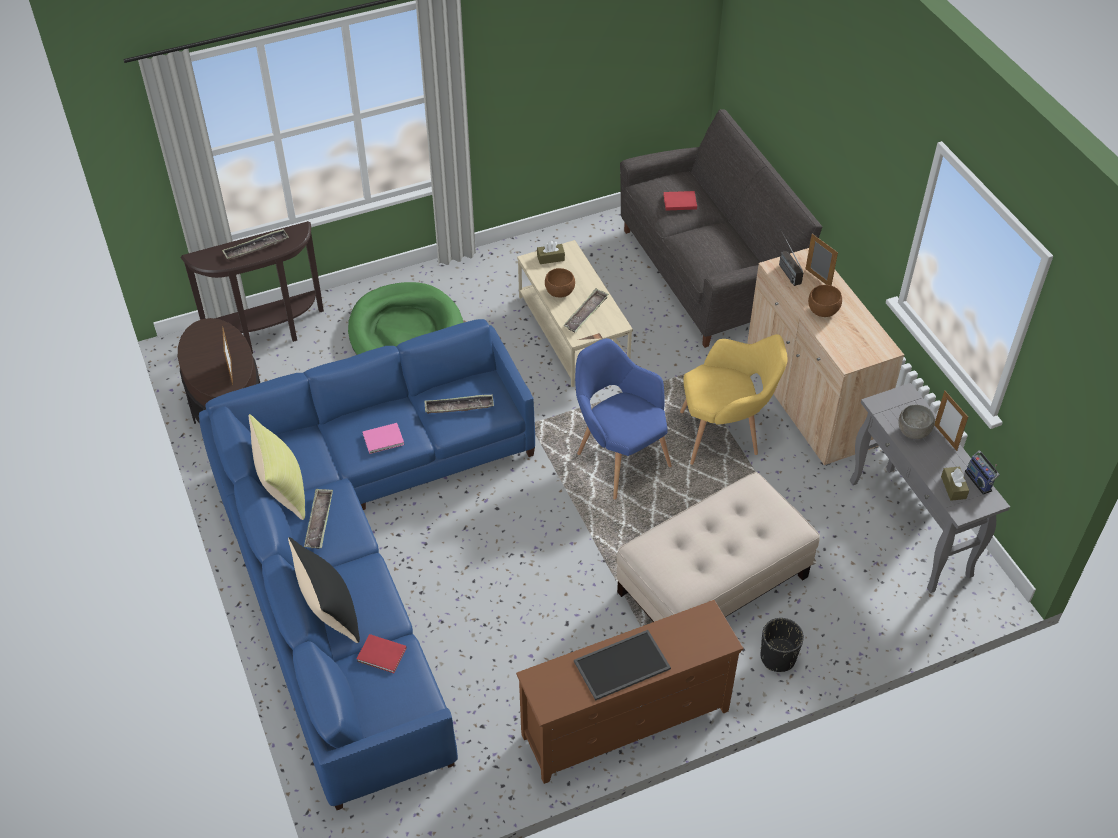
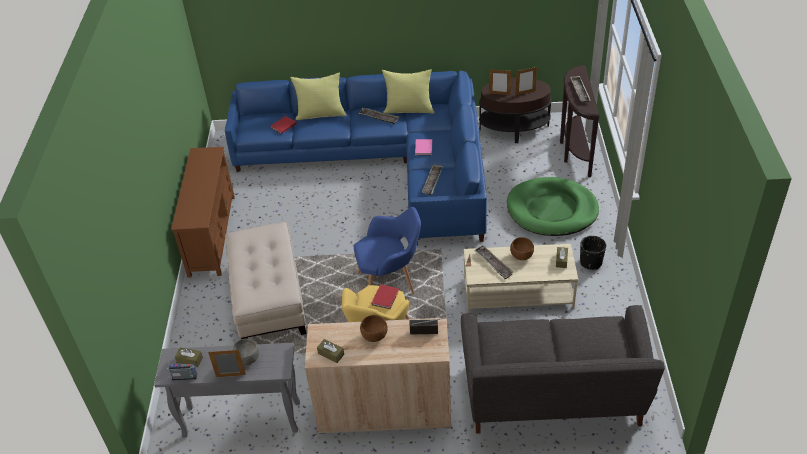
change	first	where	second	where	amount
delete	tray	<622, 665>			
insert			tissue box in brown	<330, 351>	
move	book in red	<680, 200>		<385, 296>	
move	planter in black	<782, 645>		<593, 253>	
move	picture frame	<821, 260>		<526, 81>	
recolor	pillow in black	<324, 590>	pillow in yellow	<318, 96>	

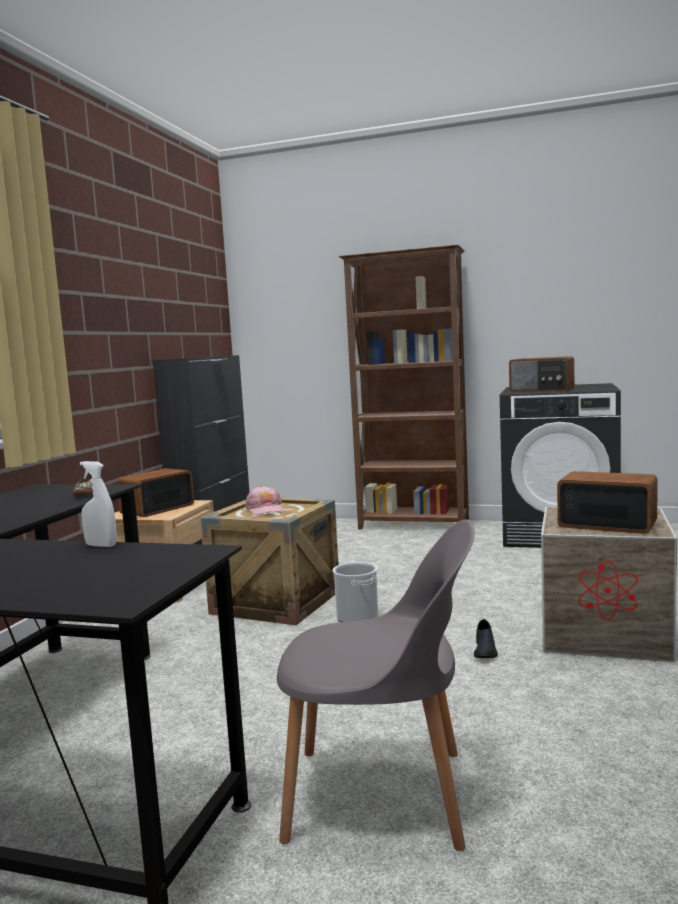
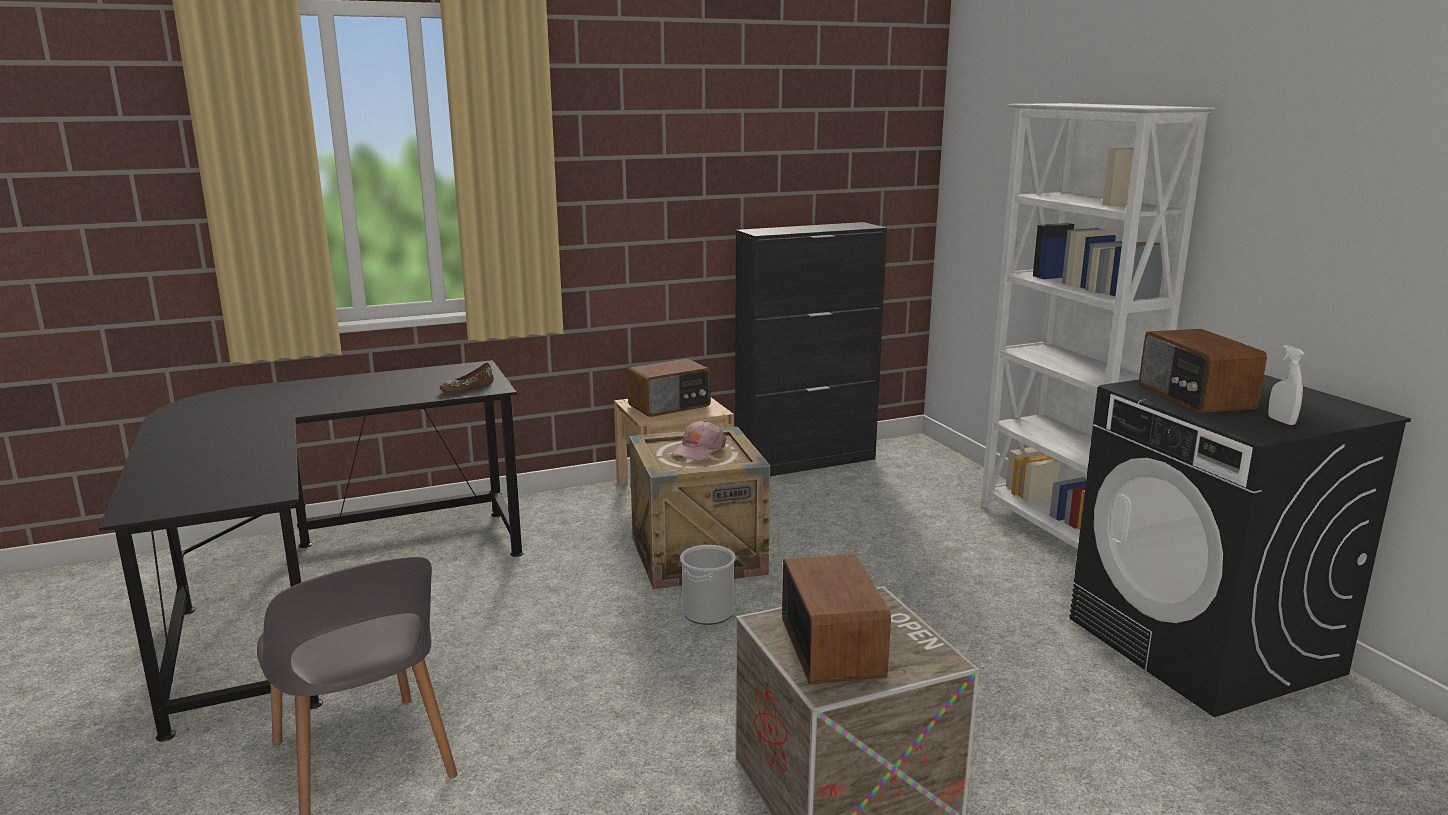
change	first	where	second	where	amount
delete	shoe in black	<486, 638>			
move	spray bottle in white	<98, 504>		<1286, 385>	
recolor	bookcase in brown	<404, 387>	bookcase in white	<1098, 326>	
rotate	radio	<155, 492>		<669, 388>	150 degrees clockwise

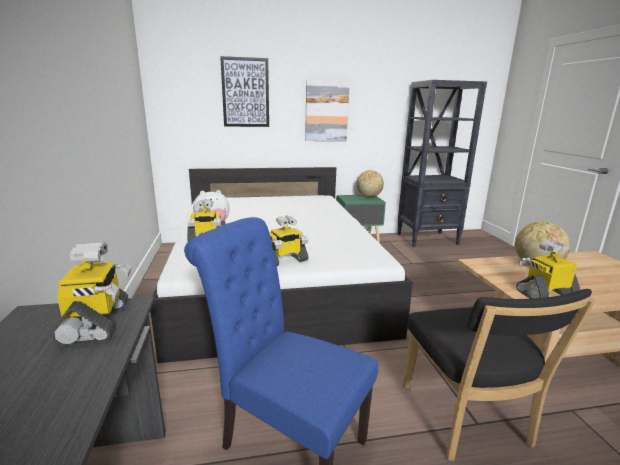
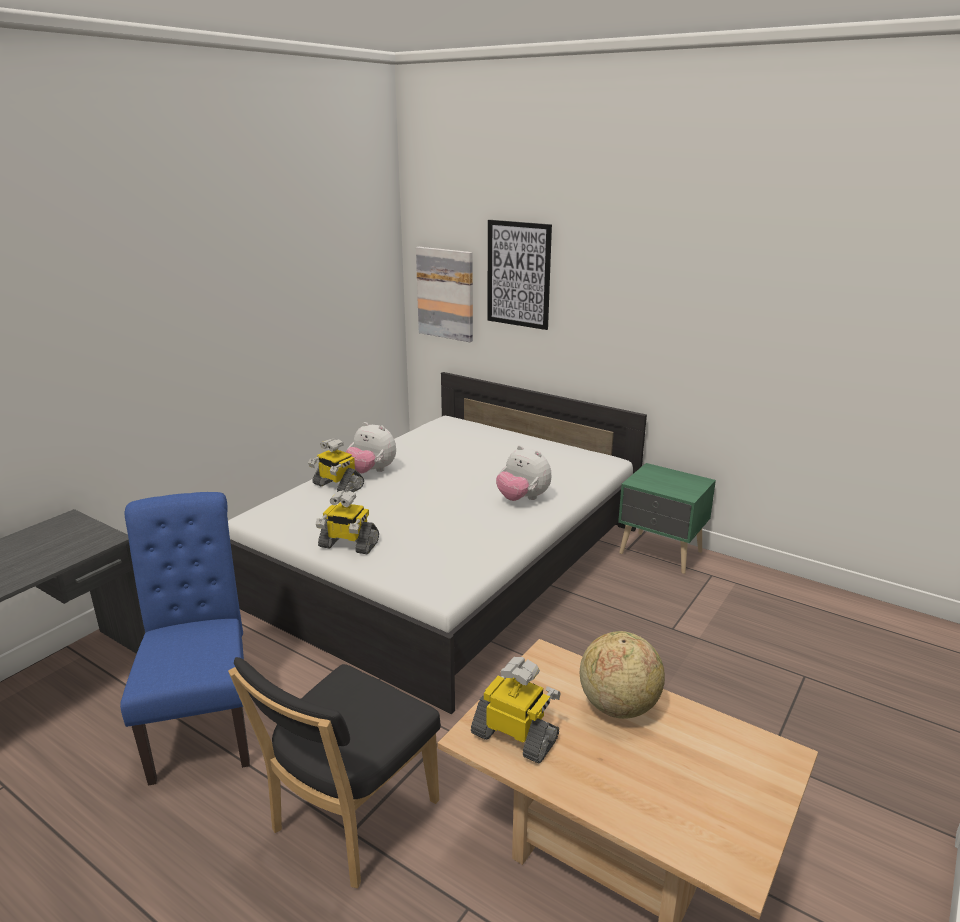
change	first	where	second	where	amount
delete	toy robot	<91, 294>			
delete	globe	<370, 183>			
delete	bookcase in black	<442, 163>			
insert			plush toy	<523, 473>	
move	picture	<327, 110>		<444, 294>	

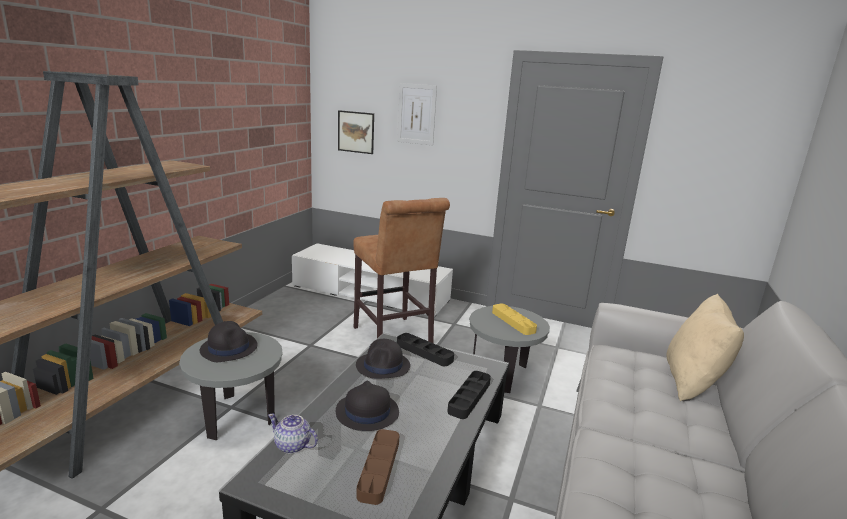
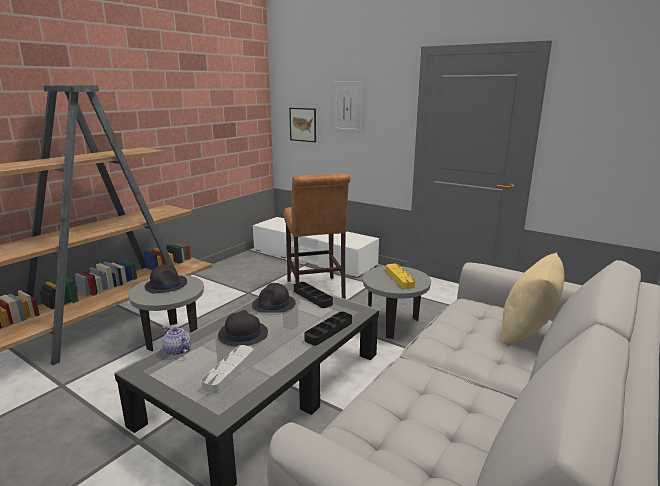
change	first	where	second	where	amount
recolor	tray in brown	<377, 467>	tray in grey	<227, 369>	

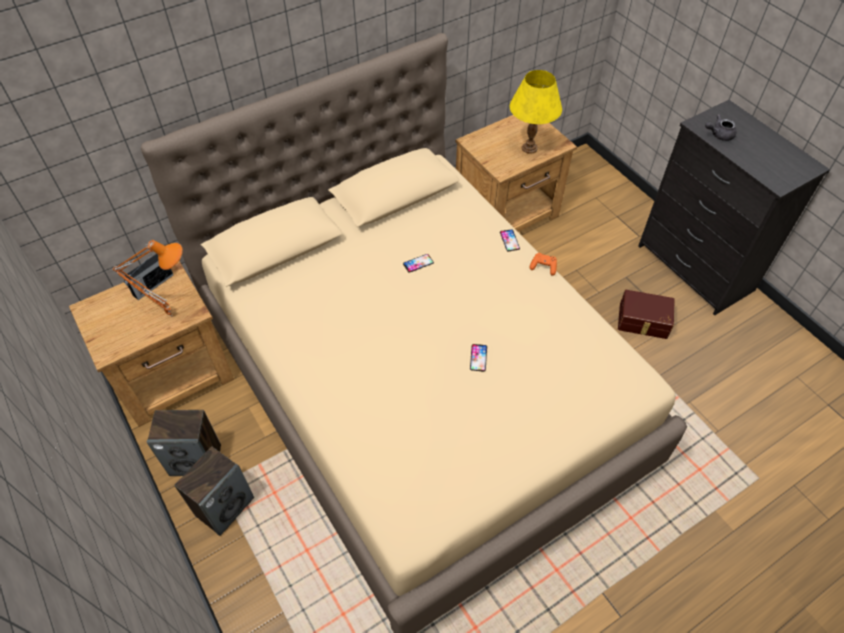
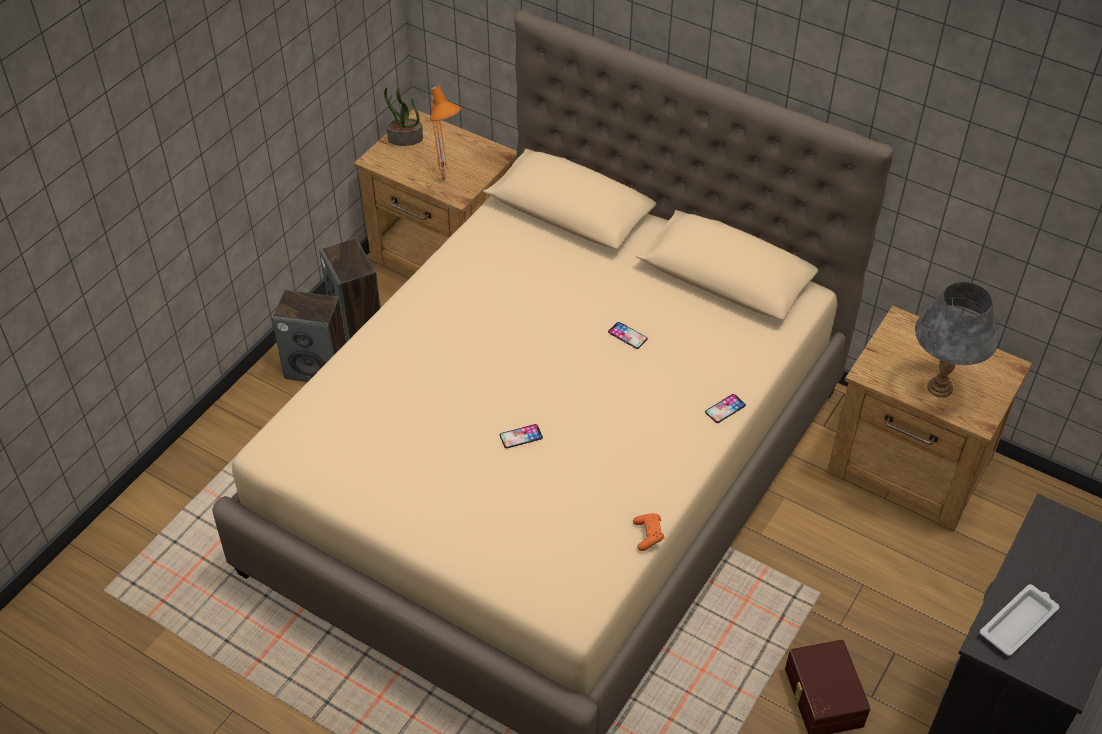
change	first	where	second	where	amount
delete	radio	<148, 276>			
delete	teapot in grey	<720, 127>			
insert			potted plant	<403, 116>	
insert			tray in white	<1019, 620>	
move	game controller in orange	<543, 264>		<649, 532>	
recolor	table lamp in yellow	<536, 112>	table lamp in grey	<957, 339>	

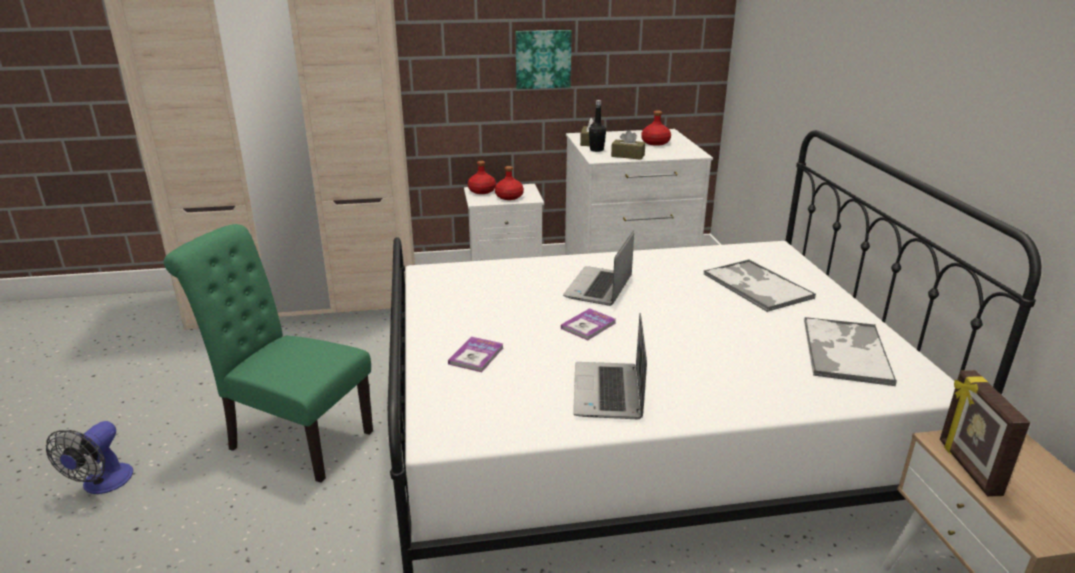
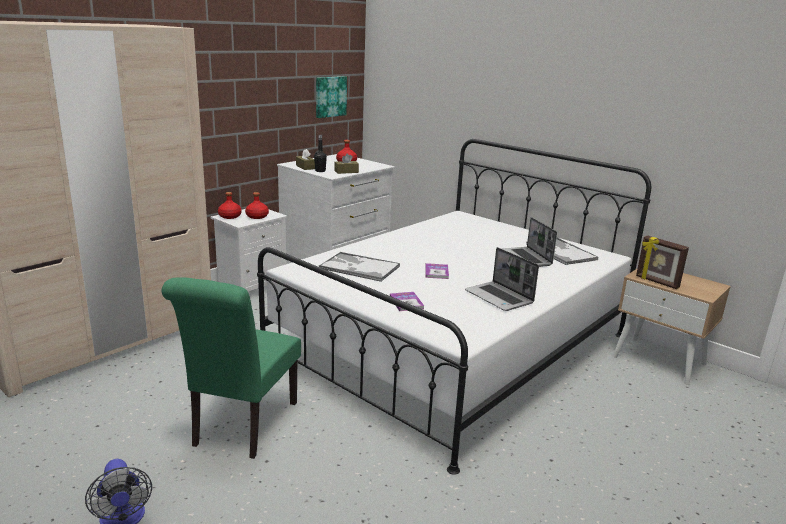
change	first	where	second	where	amount
move	picture	<544, 59>		<331, 97>	
move	laptop	<598, 268>		<530, 242>	
move	tray	<760, 285>		<359, 267>	
rotate	chair in green	<268, 353>		<231, 368>	60 degrees counterclockwise

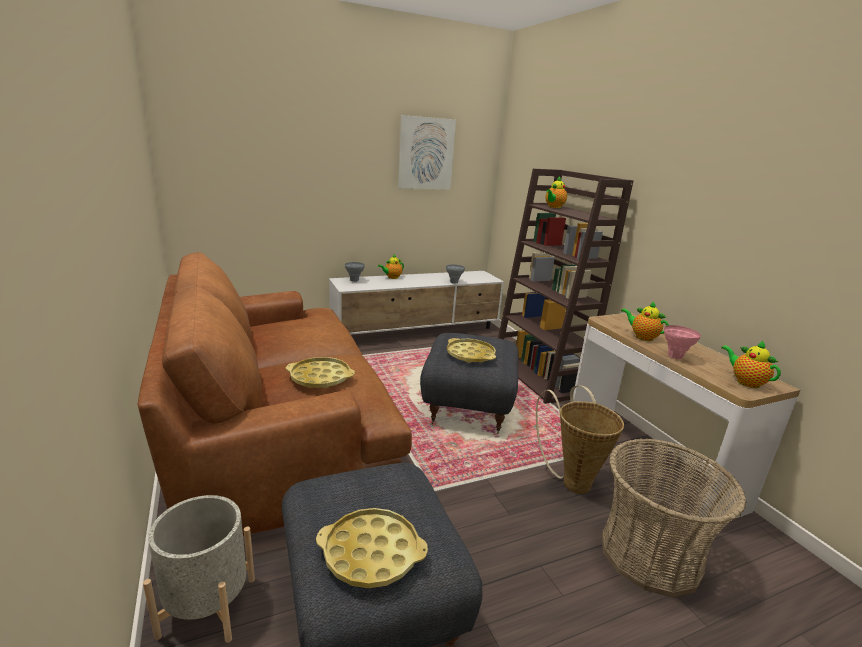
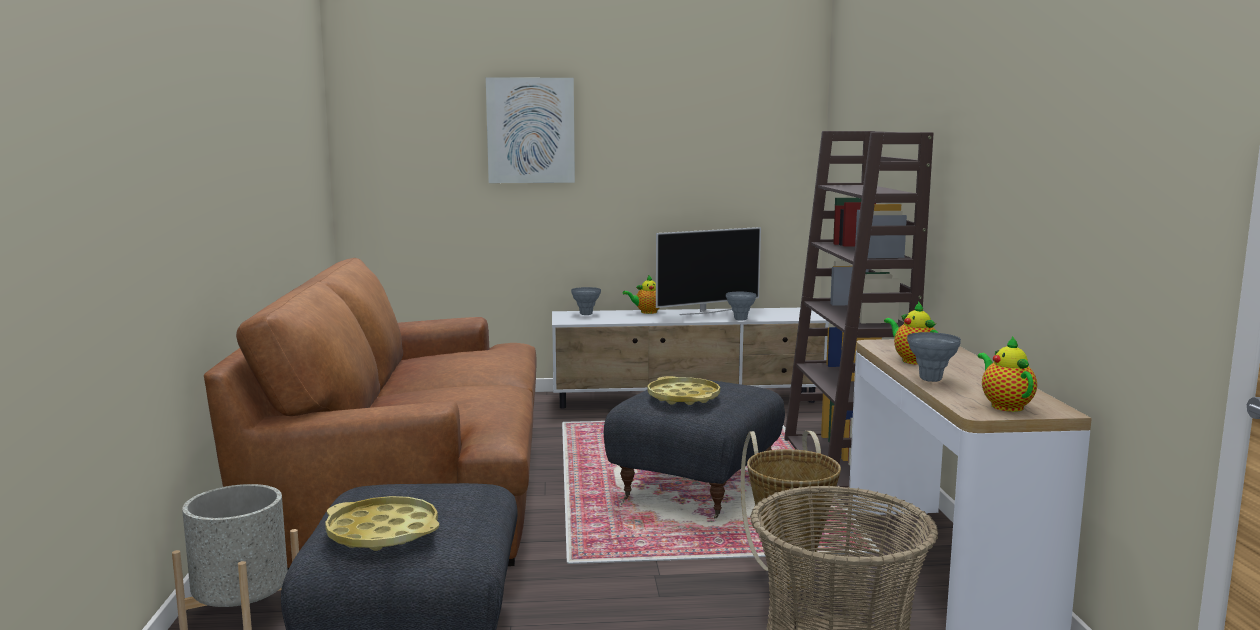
change	first	where	second	where	amount
delete	tray in yellow	<320, 372>			
delete	teapot	<556, 192>			
insert			television	<708, 271>	
move	picture	<427, 152>		<530, 130>	
recolor	vase in pink	<682, 342>	vase in grey	<934, 357>	

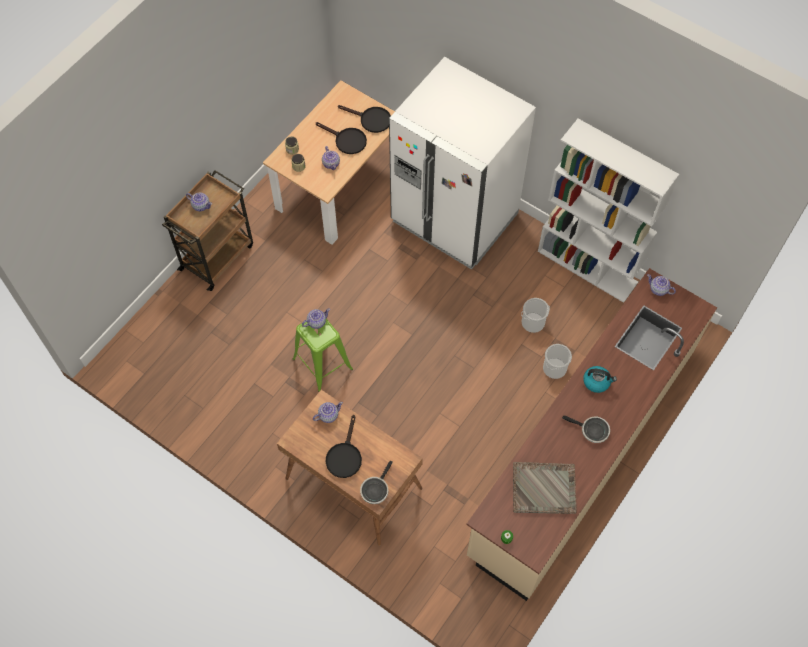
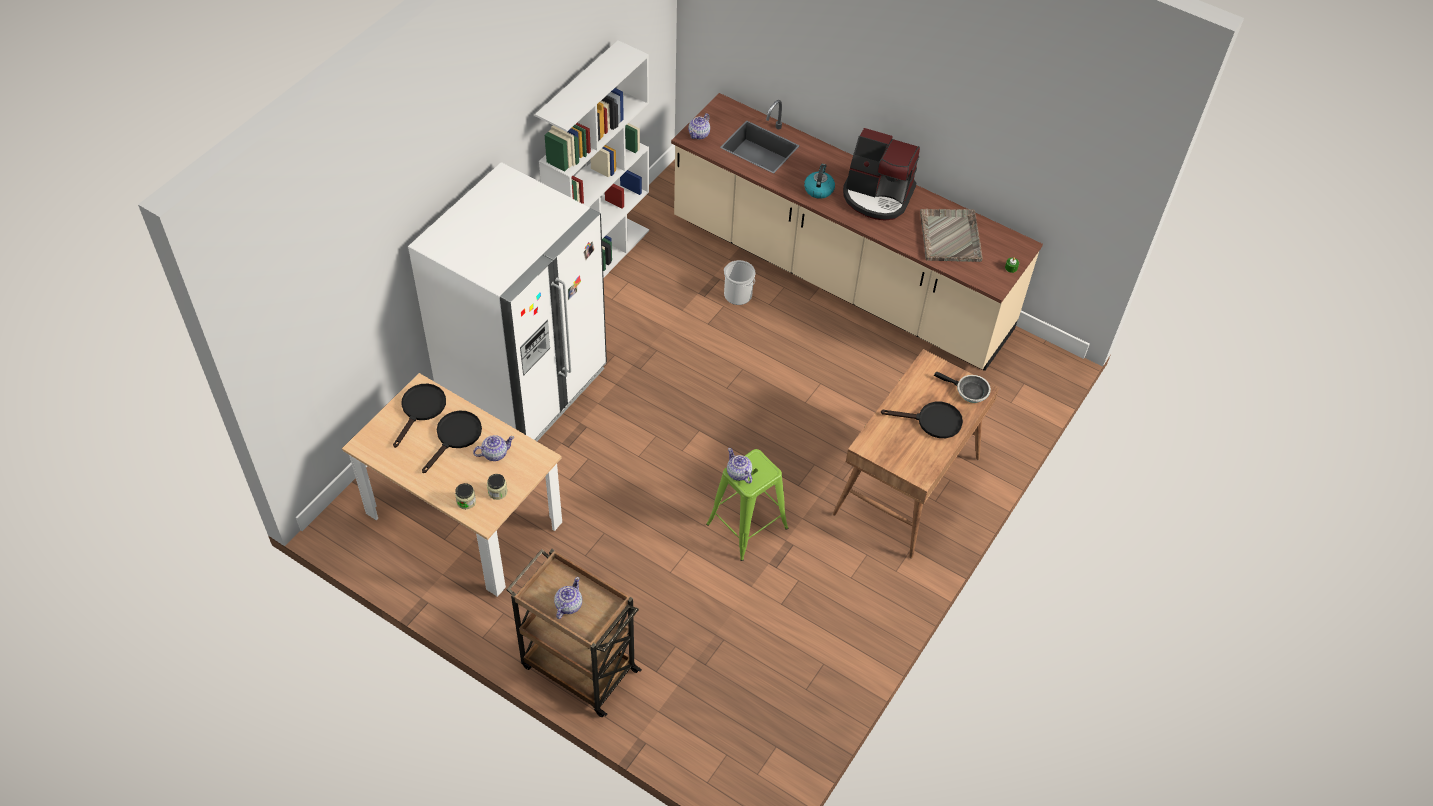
change	first	where	second	where	amount
delete	teapot	<328, 412>			
delete	bucket	<535, 315>			
replace	frying pan	<586, 429>	coffee machine	<881, 174>	

